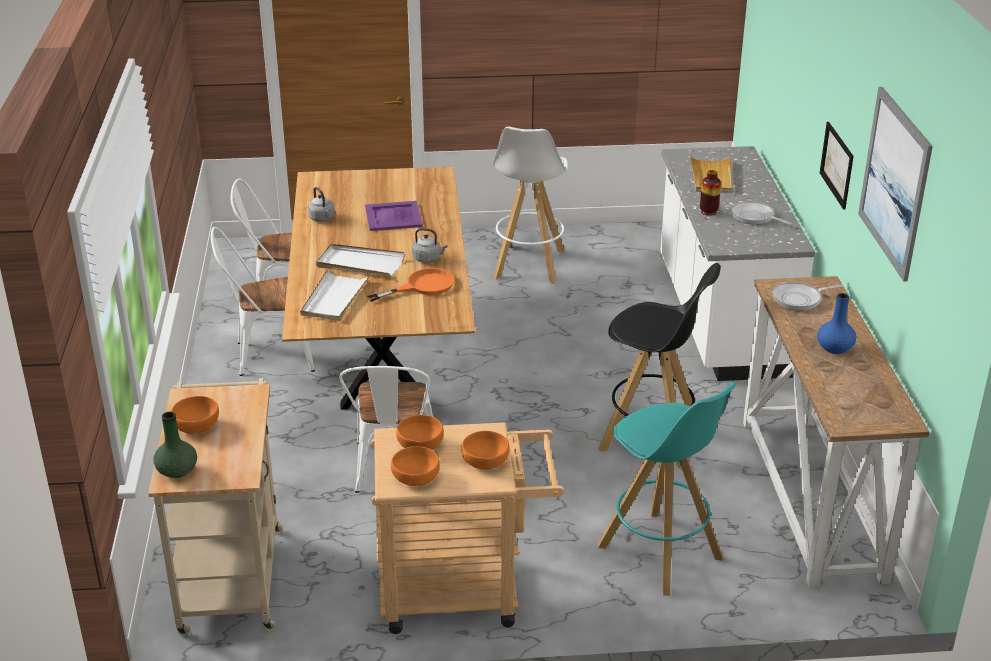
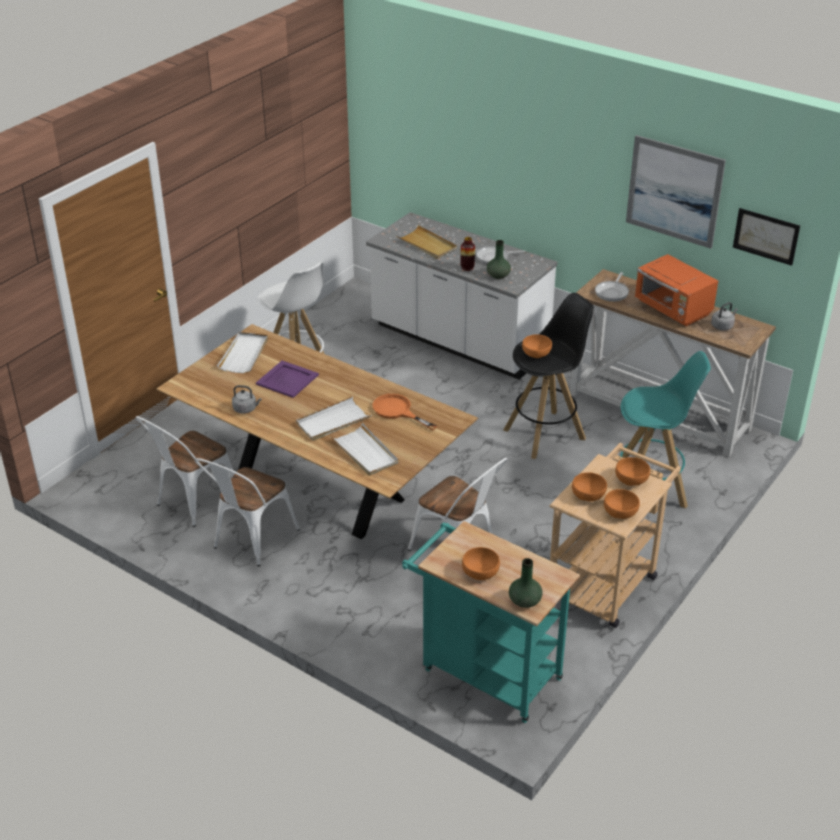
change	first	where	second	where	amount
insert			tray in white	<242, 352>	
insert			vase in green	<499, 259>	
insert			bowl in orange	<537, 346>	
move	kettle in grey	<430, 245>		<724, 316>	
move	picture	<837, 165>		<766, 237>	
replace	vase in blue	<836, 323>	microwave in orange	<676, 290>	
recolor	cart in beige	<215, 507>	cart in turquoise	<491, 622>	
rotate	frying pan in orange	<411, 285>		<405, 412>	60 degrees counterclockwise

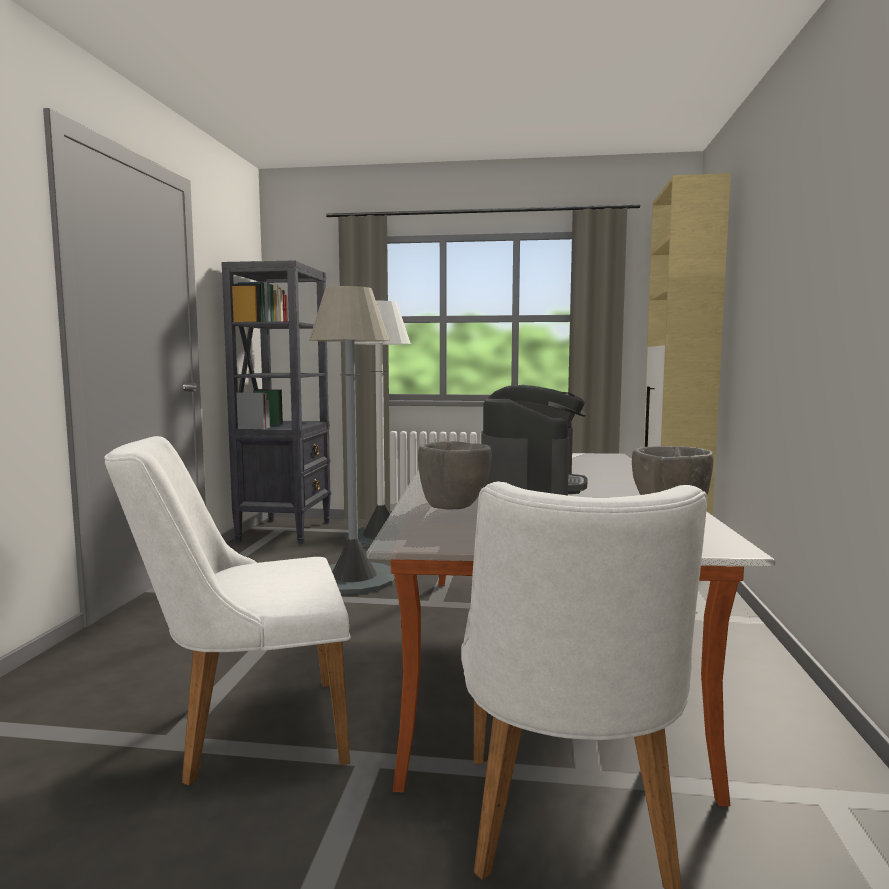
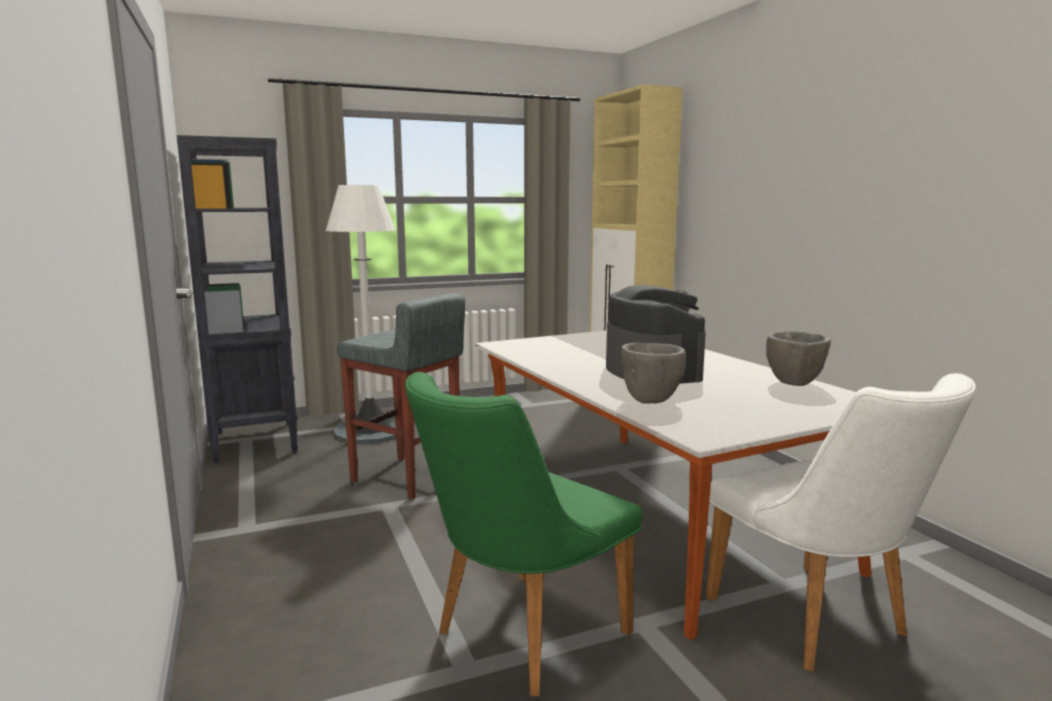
change	first	where	second	where	amount
replace	floor lamp in grey	<352, 440>	stool in grey	<401, 396>	
recolor	chair in white	<227, 611>	chair in green	<523, 534>	

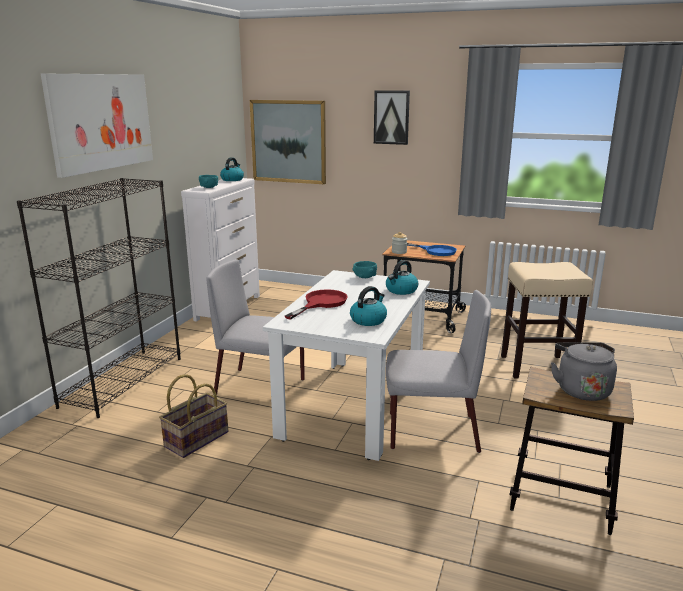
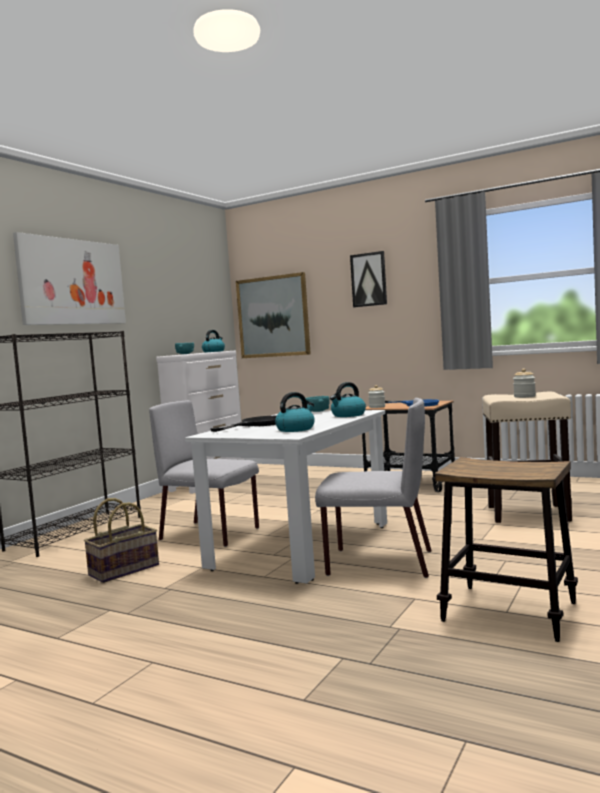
change	first	where	second	where	amount
delete	kettle in grey	<584, 371>			
insert			jar	<524, 383>	
recolor	frying pan in red	<316, 304>	frying pan in black	<243, 424>	

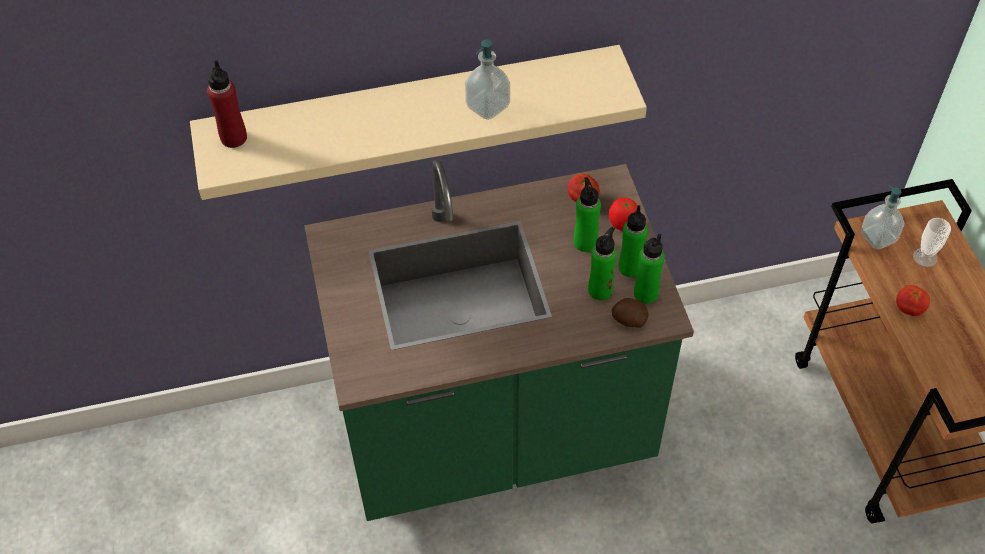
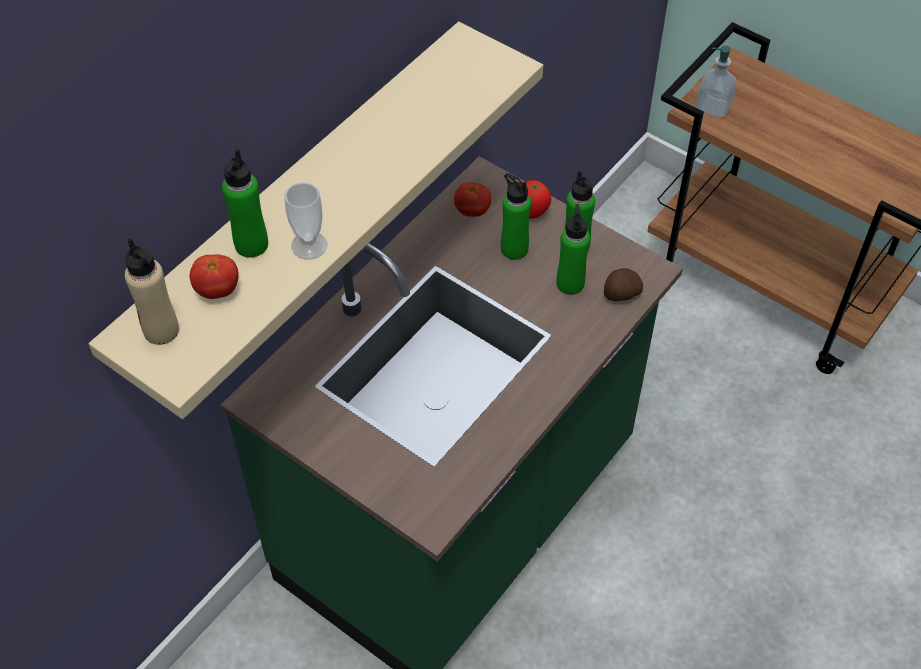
change	first	where	second	where	amount
delete	soap dispenser	<487, 79>			
move	bottle in green	<649, 268>		<245, 203>	
move	tomato	<913, 300>		<214, 276>	
move	cup	<932, 242>		<305, 221>	
recolor	bottle in red	<227, 104>	bottle in beige	<152, 291>	

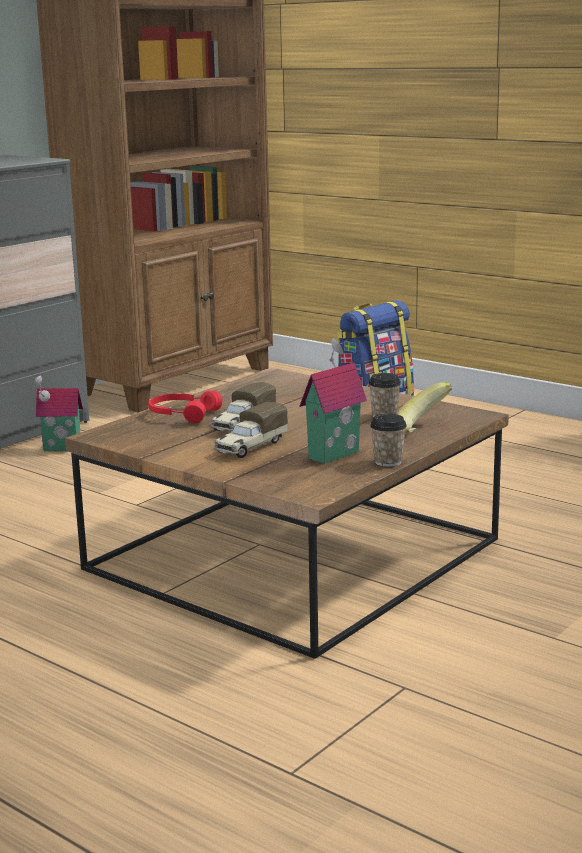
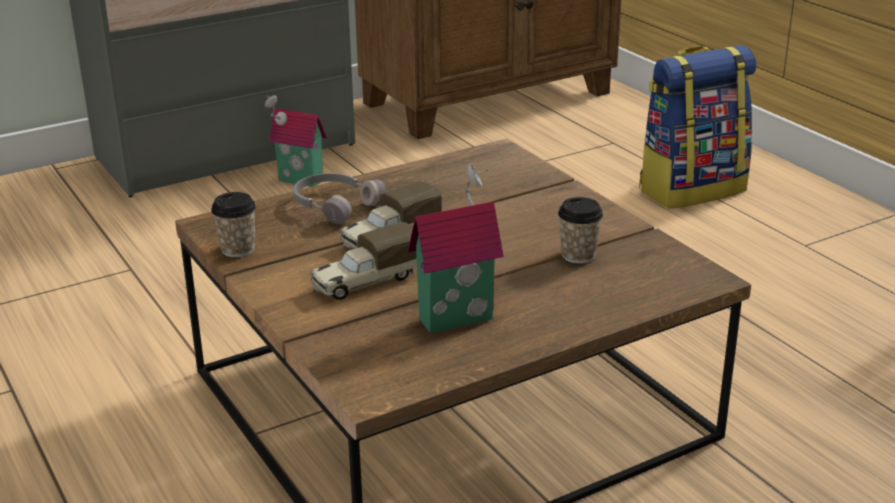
change	first	where	second	where	amount
delete	banana	<424, 408>			
move	cup	<388, 440>		<233, 224>	
recolor	headphones in red	<185, 407>	headphones in grey	<339, 199>	

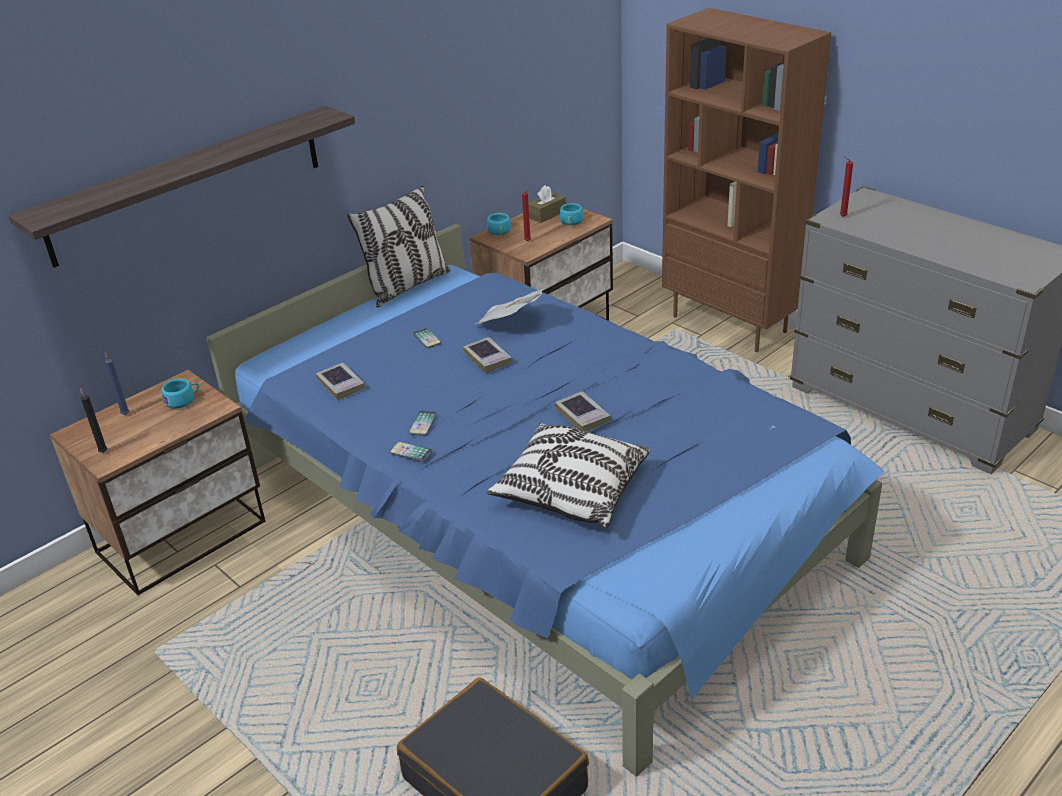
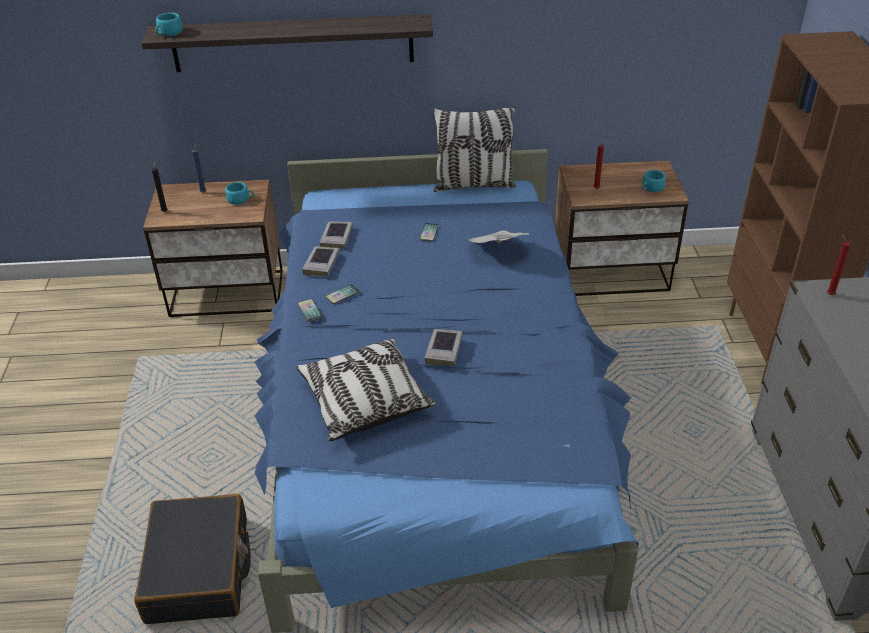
change	first	where	second	where	amount
delete	tissue box in brown	<547, 204>			
move	book	<488, 355>		<321, 261>	
move	cup in turquoise	<499, 224>		<169, 24>	

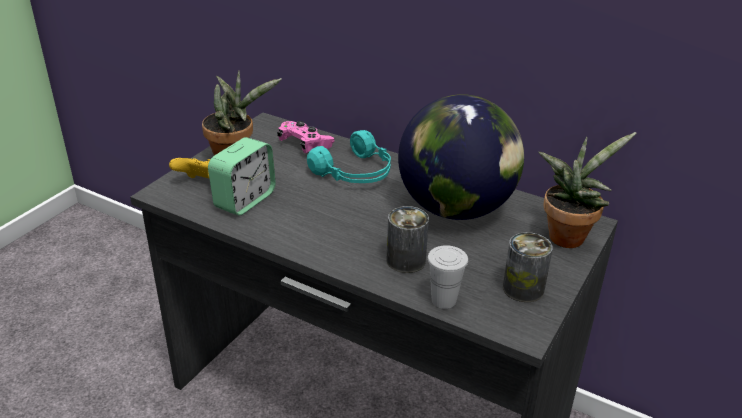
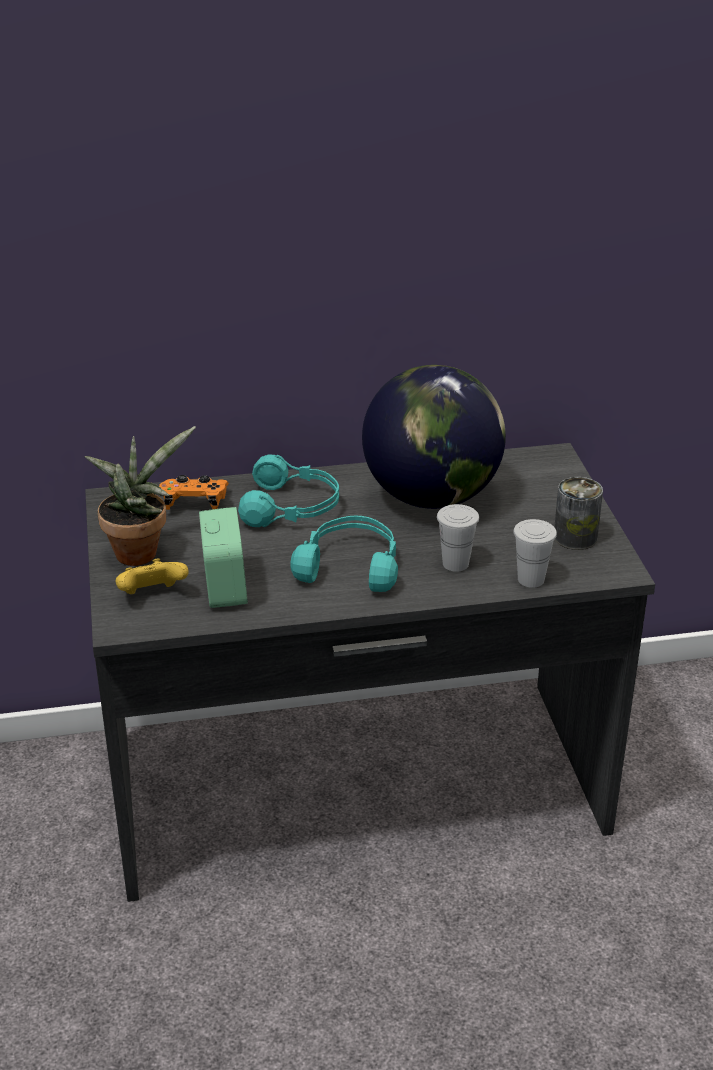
change	first	where	second	where	amount
delete	potted plant	<587, 190>			
insert			headphones in turquoise	<344, 554>	
replace	can	<407, 239>	cup in white	<458, 538>	
recolor	game controller in pink	<305, 137>	game controller in orange	<194, 492>	

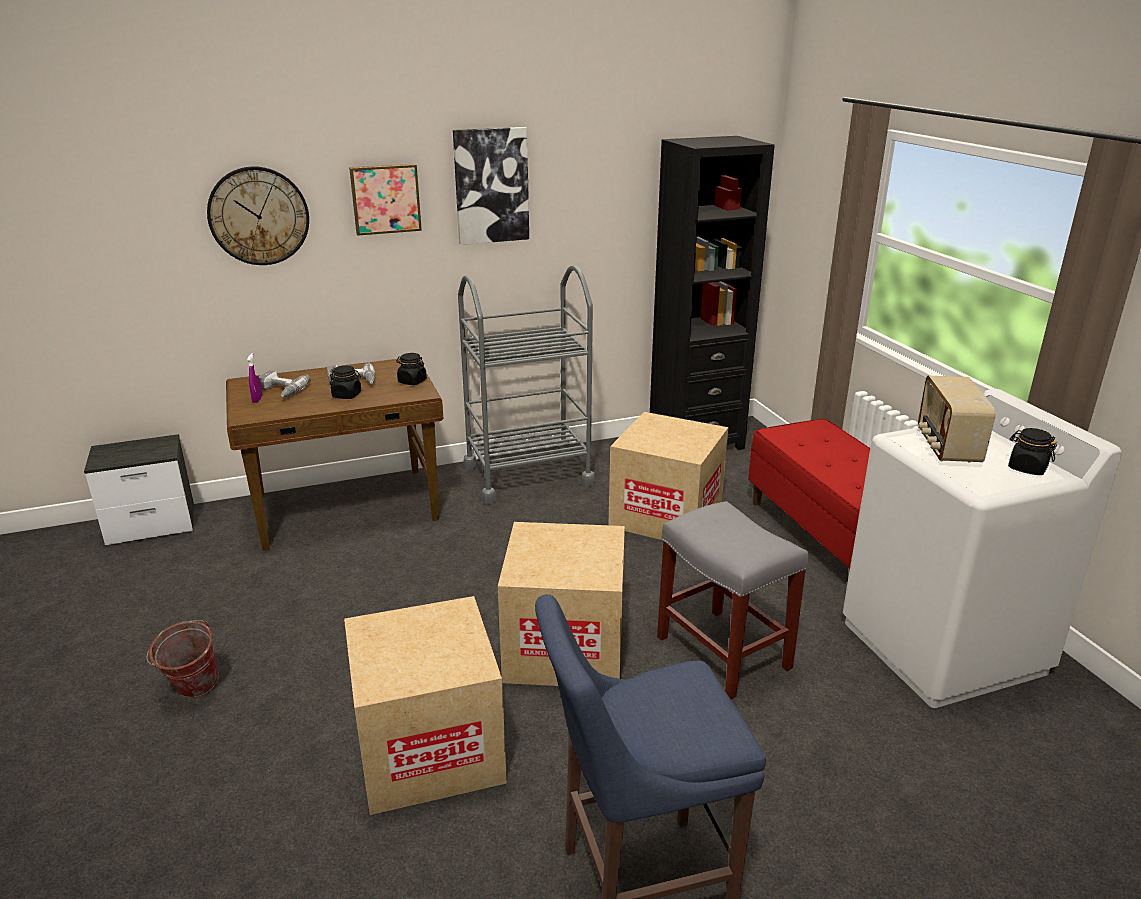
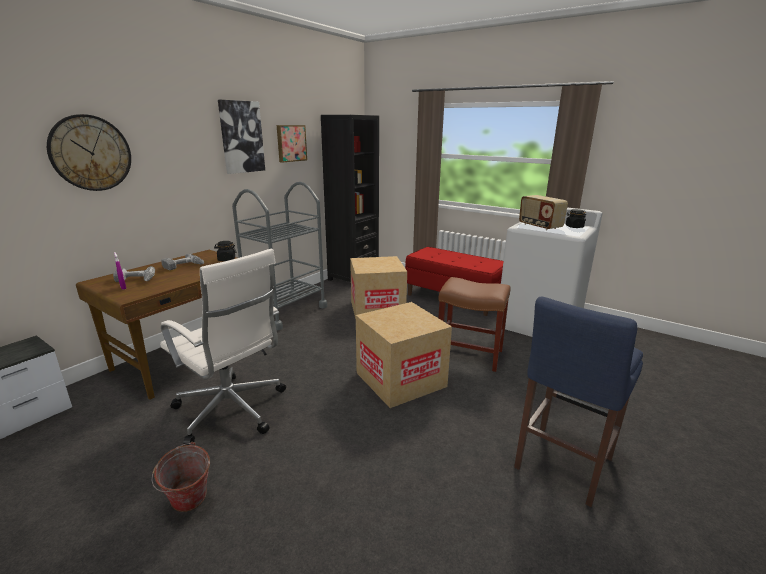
change	first	where	second	where	amount
delete	jar in black	<345, 382>			
delete	cardboard box	<425, 705>			
insert			office chair in white	<223, 347>	
move	picture	<385, 200>		<292, 144>	
recolor	stool in grey	<733, 600>	stool in brown	<474, 324>	

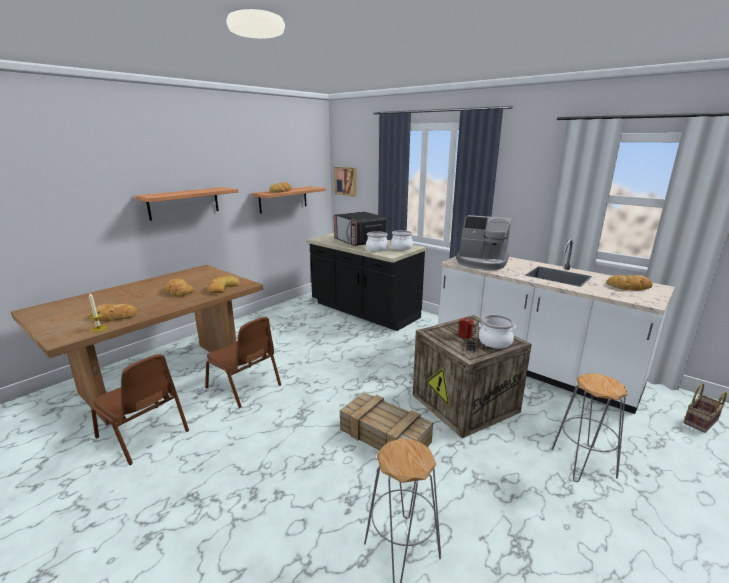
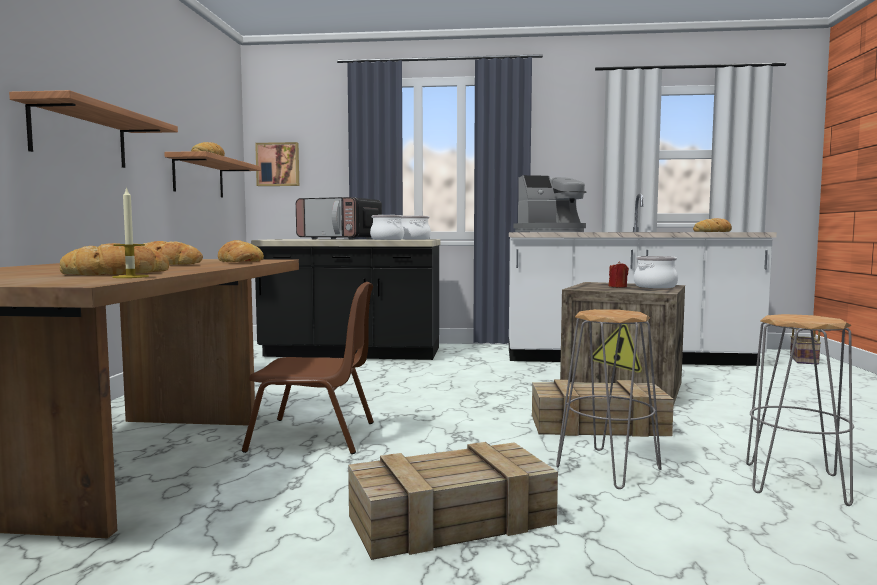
change	first	where	second	where	amount
delete	chair in brown	<140, 409>			
insert			crate	<453, 501>	
move	stool in grey	<589, 427>		<609, 399>	

